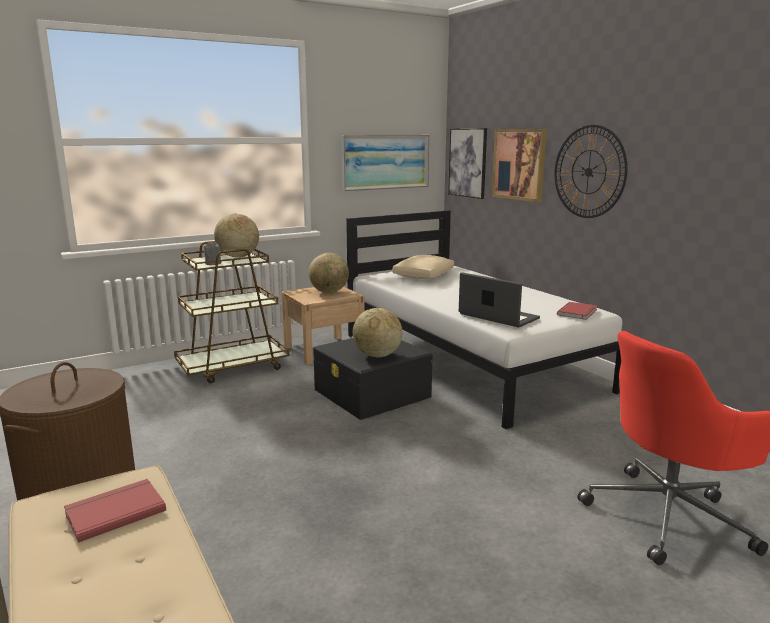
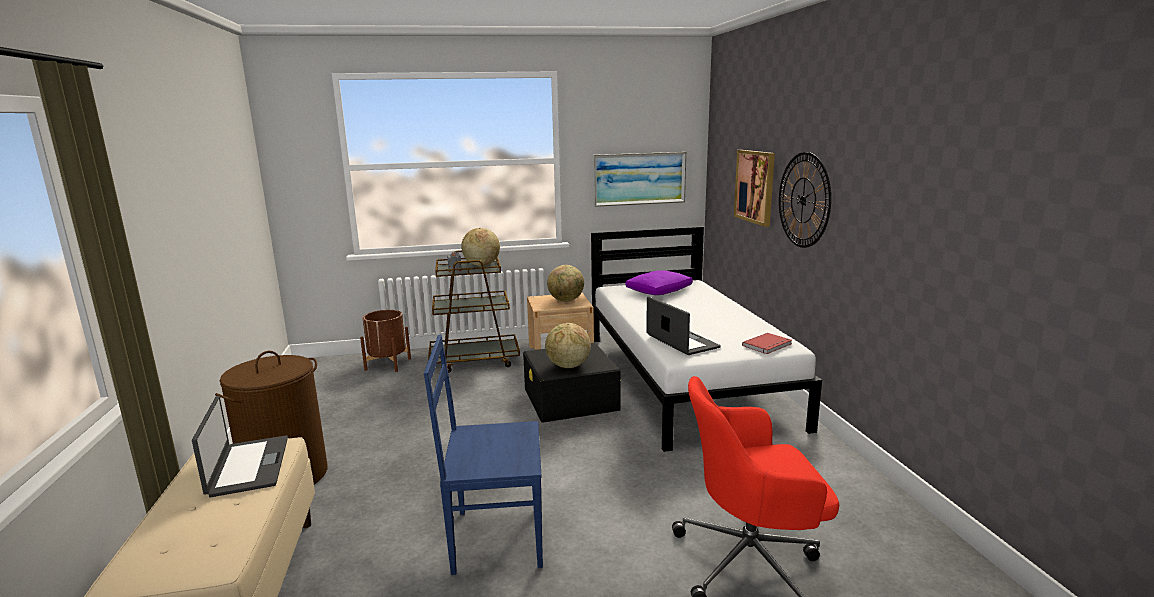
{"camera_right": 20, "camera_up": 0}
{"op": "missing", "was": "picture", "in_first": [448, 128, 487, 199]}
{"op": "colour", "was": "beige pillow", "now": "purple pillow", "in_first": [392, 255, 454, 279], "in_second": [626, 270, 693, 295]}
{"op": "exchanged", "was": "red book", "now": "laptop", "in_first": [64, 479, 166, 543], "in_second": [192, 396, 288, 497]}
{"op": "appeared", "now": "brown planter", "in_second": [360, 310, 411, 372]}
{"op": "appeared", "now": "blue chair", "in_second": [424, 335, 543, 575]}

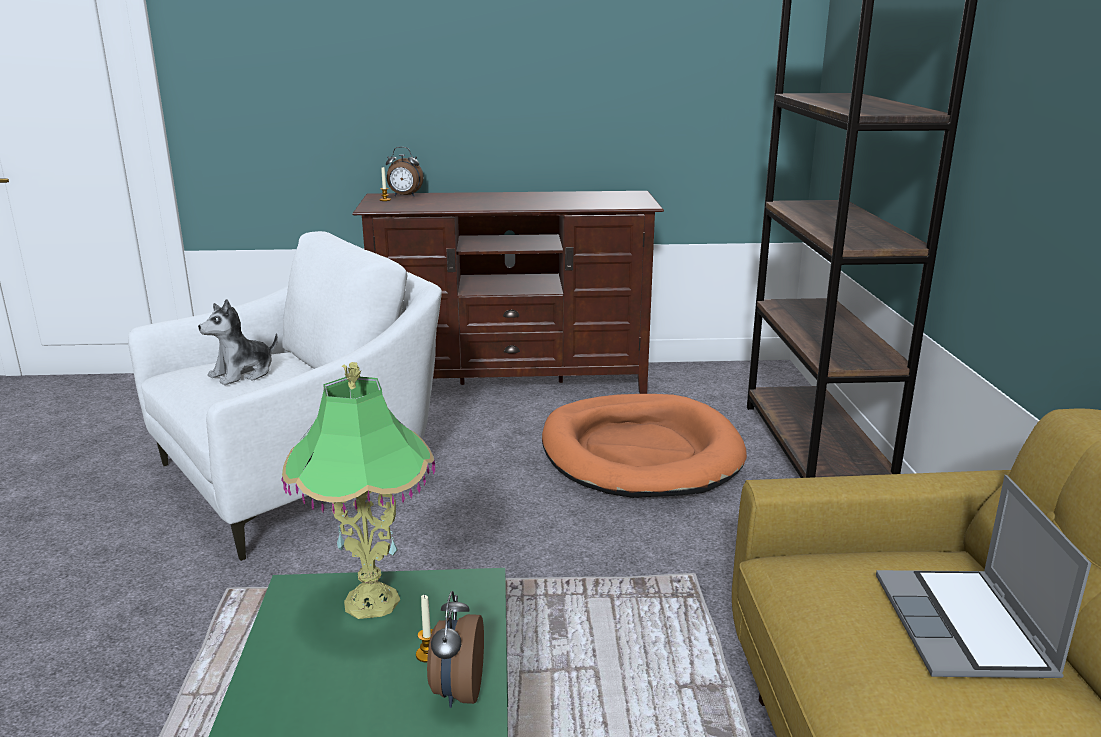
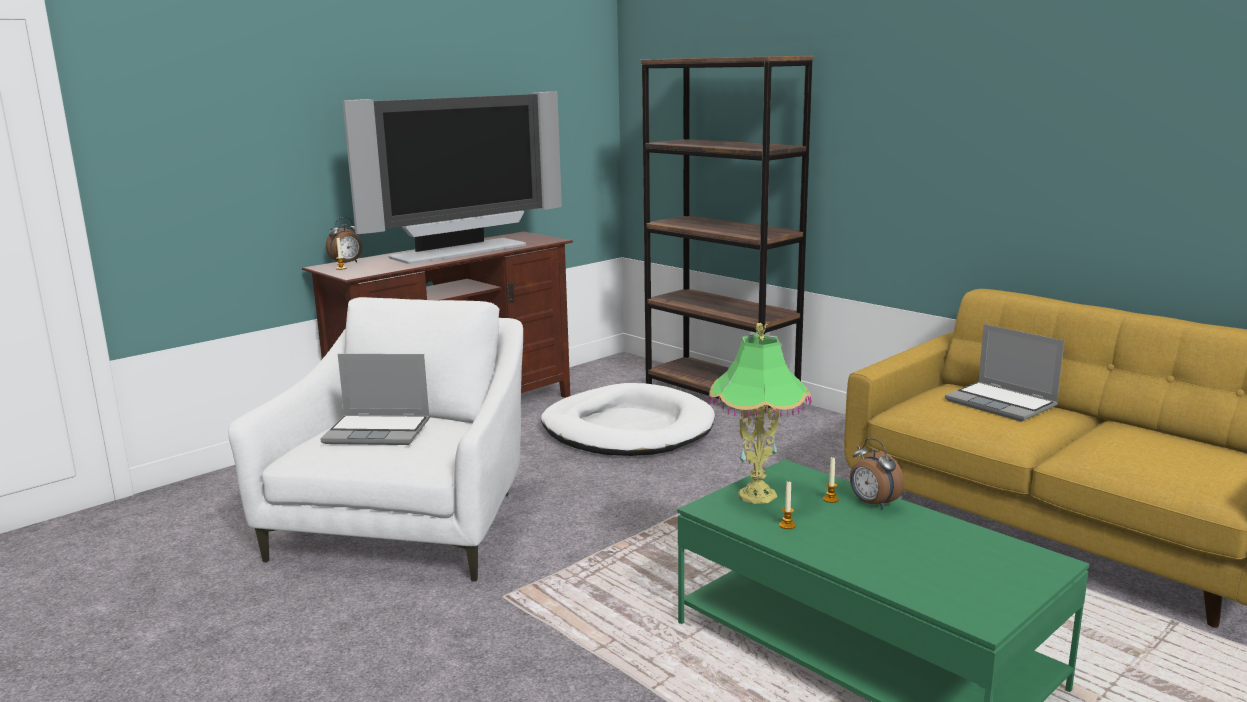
{"camera_right": -40, "camera_up": -5}
{"op": "exchanged", "was": "plush toy", "now": "laptop", "in_first": [198, 299, 278, 385], "in_second": [320, 354, 430, 445]}
{"op": "colour", "was": "orange dog bed", "now": "white dog bed", "in_first": [542, 394, 747, 498], "in_second": [541, 383, 715, 456]}
{"op": "appeared", "now": "television", "in_second": [342, 92, 562, 264]}
{"op": "appeared", "now": "candle", "in_second": [779, 481, 796, 529]}

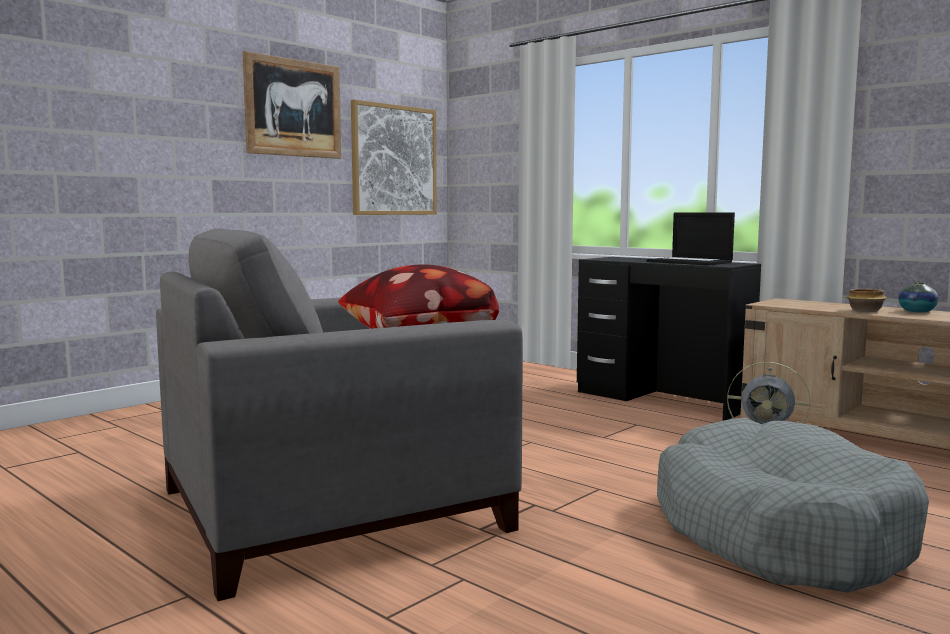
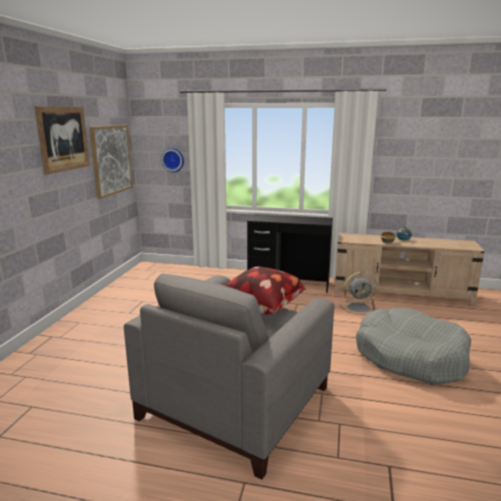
{"camera_right": -30, "camera_up": 10}
{"op": "missing", "was": "laptop", "in_first": [647, 212, 735, 265]}
{"op": "appeared", "now": "wall clock", "in_second": [161, 148, 184, 172]}

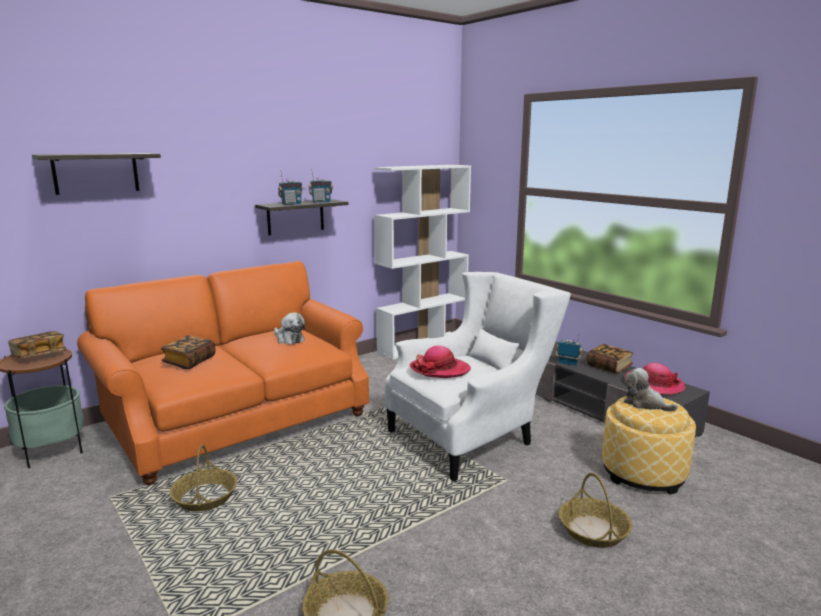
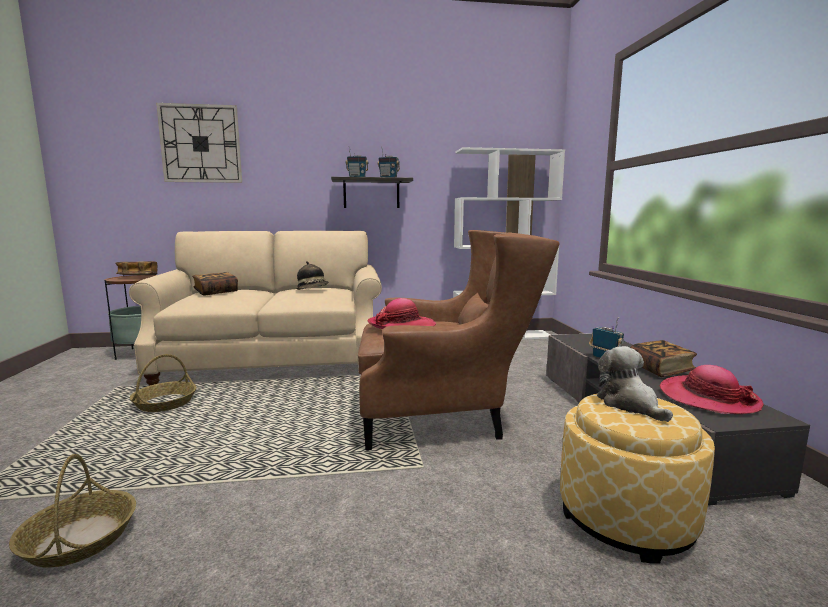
{"camera_right": 30, "camera_up": -5}
{"op": "exchanged", "was": "shelf", "now": "wall clock", "in_first": [32, 153, 161, 195], "in_second": [156, 103, 242, 183]}
{"op": "colour", "was": "orange sofa", "now": "beige sofa", "in_first": [77, 261, 369, 485], "in_second": [129, 231, 382, 385]}
{"op": "colour", "was": "white armchair", "now": "brown armchair", "in_first": [385, 272, 571, 482], "in_second": [358, 230, 560, 450]}
{"op": "exchanged", "was": "plush toy", "now": "hat", "in_first": [274, 312, 305, 345], "in_second": [296, 261, 328, 290]}
{"op": "missing", "was": "basket", "in_first": [559, 473, 632, 548]}

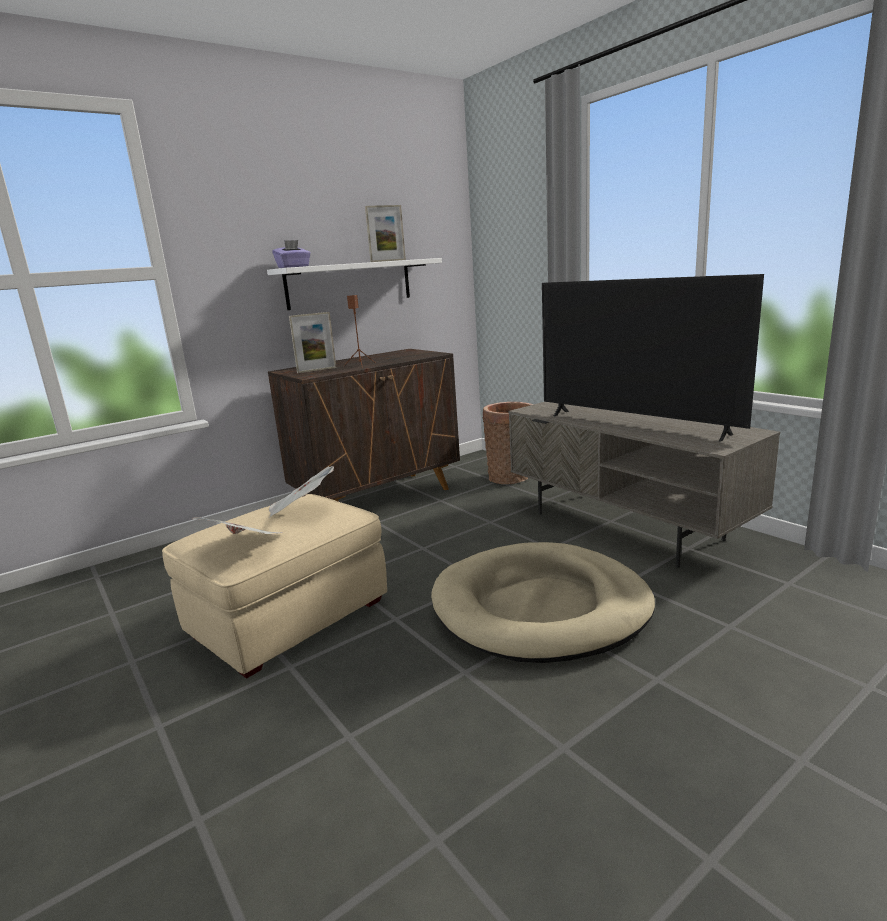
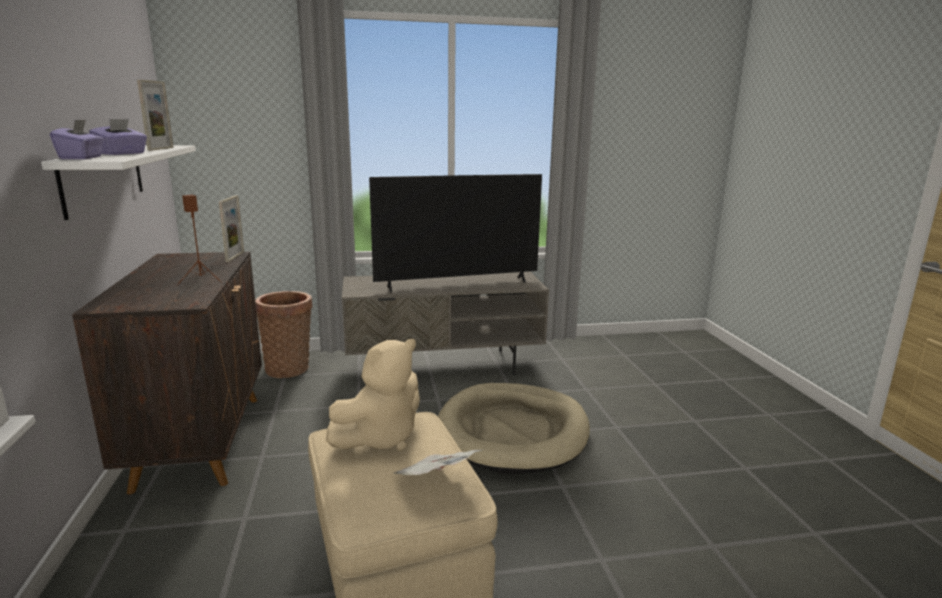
{"camera_right": -65, "camera_up": 0}
{"op": "relocated", "was": "picture frame", "in_first": [289, 312, 337, 373], "in_second": [219, 195, 244, 262]}
{"op": "exchanged", "was": "newspaper", "now": "beige plush toy", "in_first": [269, 466, 334, 517], "in_second": [326, 339, 420, 451]}
{"op": "appeared", "now": "purple tissue box", "in_second": [89, 119, 147, 155]}

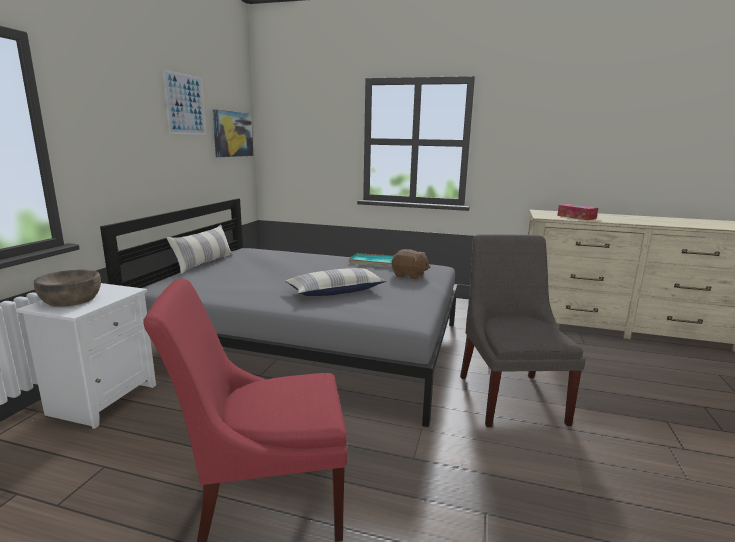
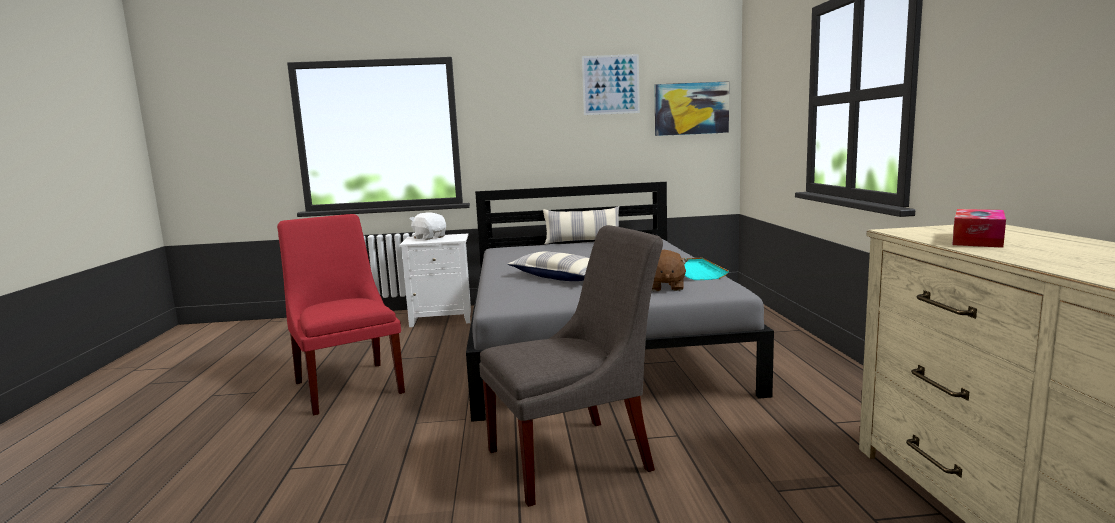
{"camera_right": 70, "camera_up": -5}
{"op": "exchanged", "was": "brown bowl", "now": "white plush toy", "in_first": [34, 270, 101, 307], "in_second": [410, 212, 446, 240]}

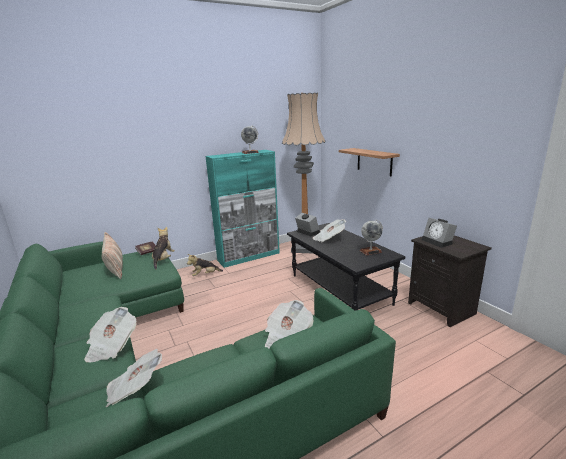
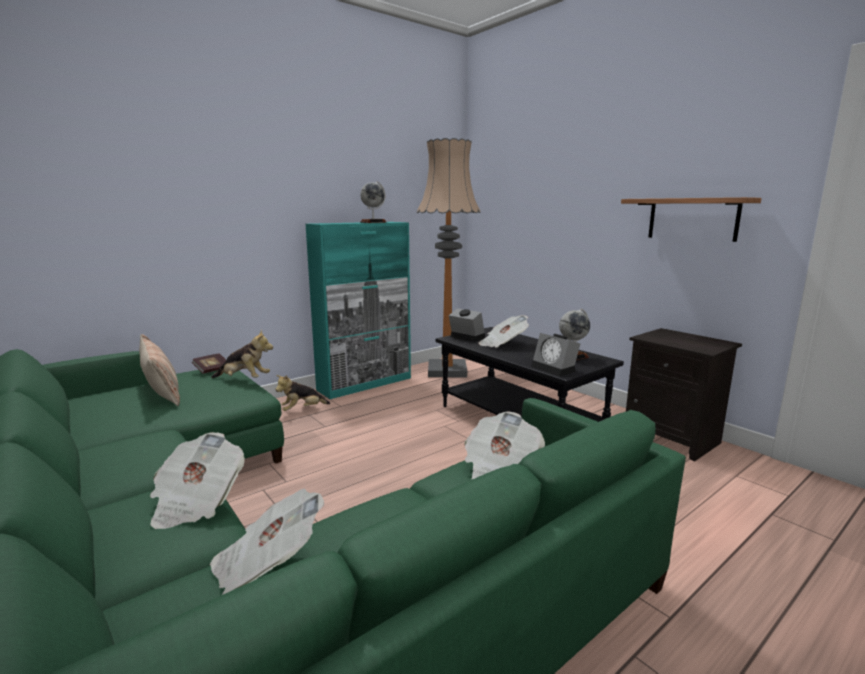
{"camera_right": -10, "camera_up": -5}
{"op": "relocated", "was": "shelf", "in_first": [339, 148, 400, 176], "in_second": [621, 197, 762, 242]}
{"op": "relocated", "was": "alarm clock", "in_first": [422, 218, 457, 248], "in_second": [531, 333, 581, 377]}
{"op": "spun", "was": "plush toy", "in_first": [152, 227, 175, 270], "in_second": [211, 330, 273, 378], "clockwise": 105}

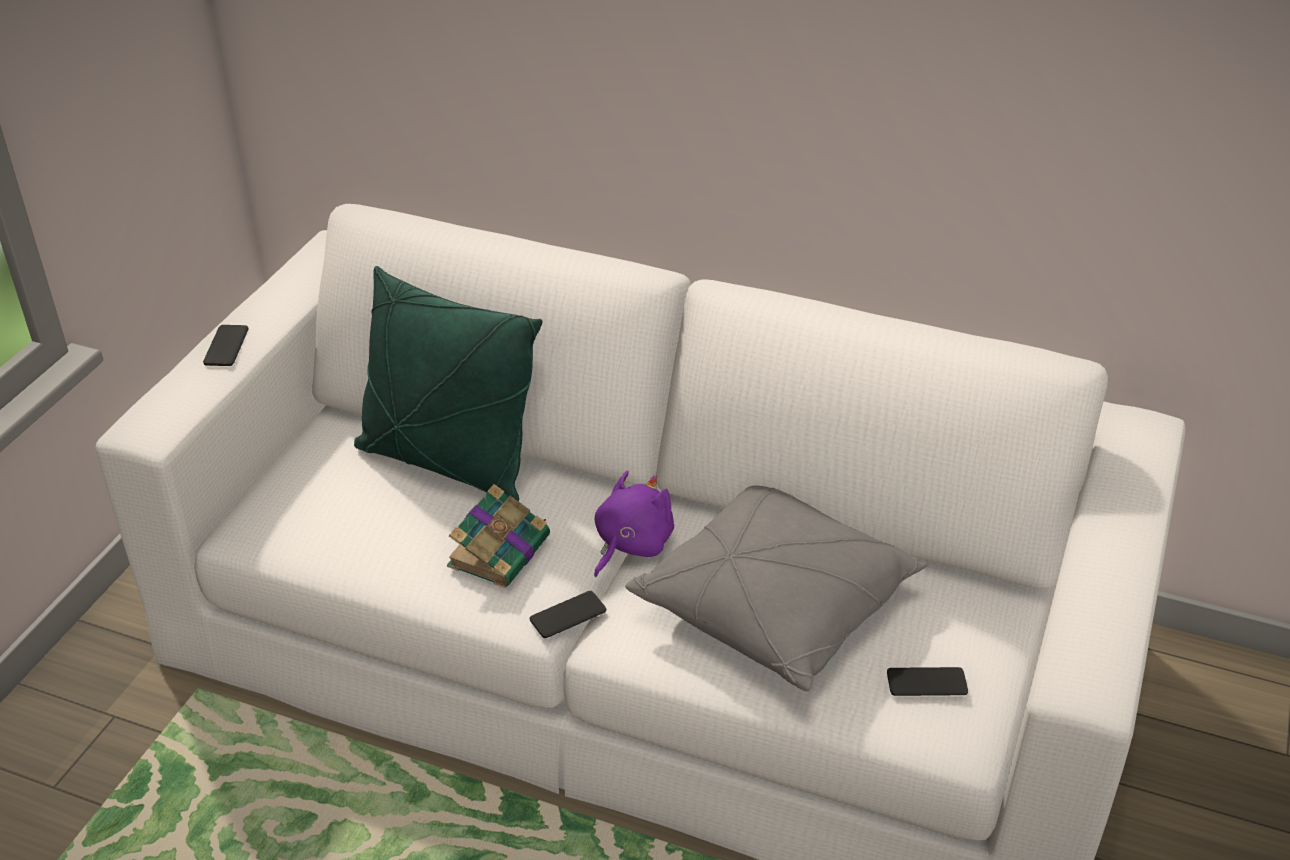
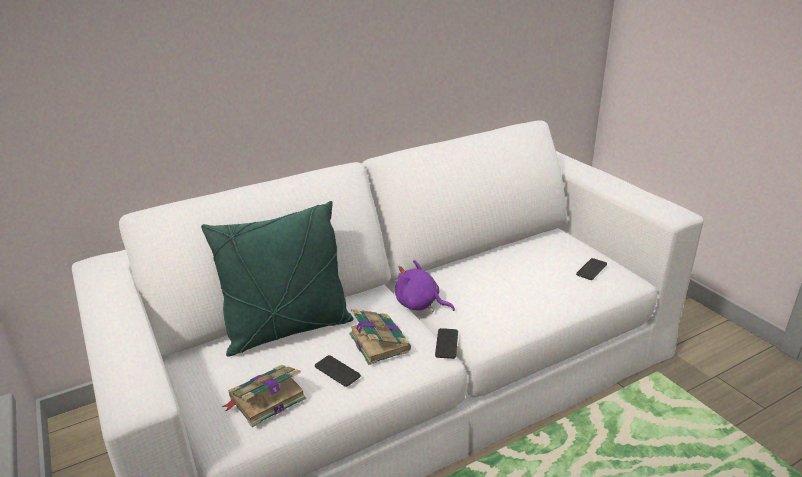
{"camera_right": -50, "camera_up": -10}
{"op": "relocated", "was": "phone", "in_first": [203, 325, 248, 366], "in_second": [315, 355, 361, 387]}
{"op": "spun", "was": "purple plush toy", "in_first": [594, 470, 674, 577], "in_second": [395, 260, 455, 312], "clockwise": -45}
{"op": "missing", "was": "grey pillow", "in_first": [625, 486, 927, 691]}
{"op": "appeared", "now": "book", "in_second": [222, 365, 306, 427]}

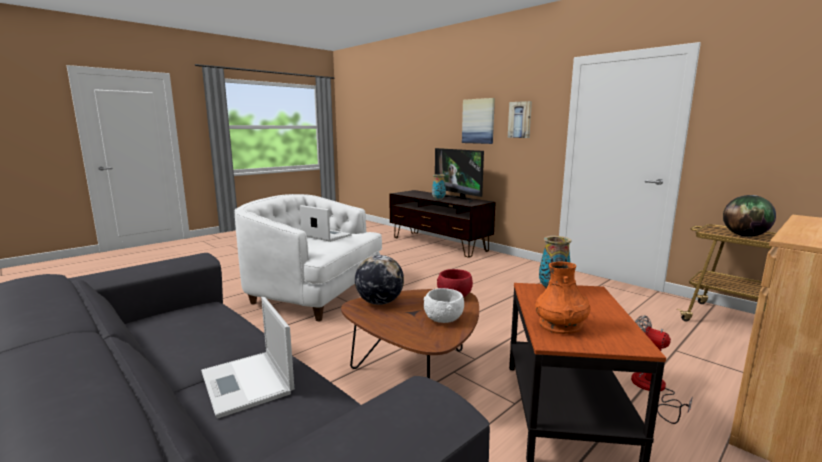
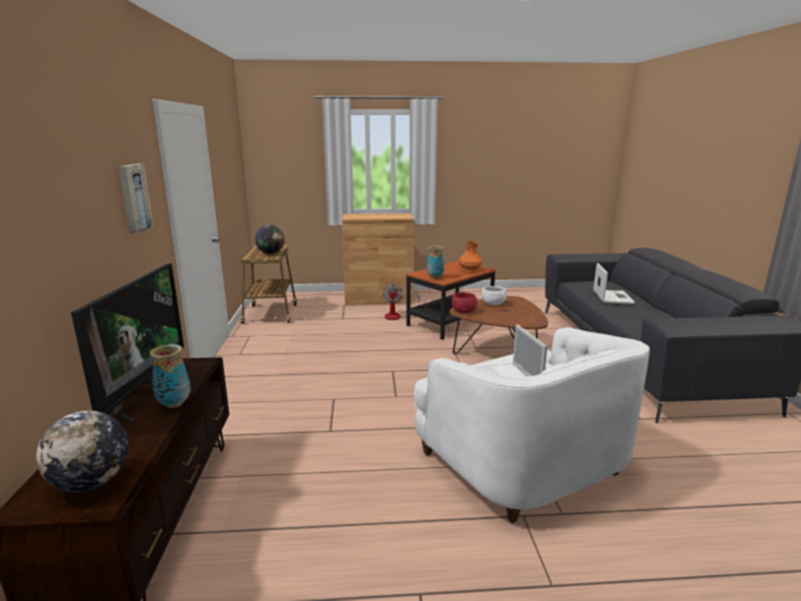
{"camera_right": -140, "camera_up": 5}
{"op": "missing", "was": "picture", "in_first": [462, 98, 495, 144]}
{"op": "relocated", "was": "globe", "in_first": [355, 255, 404, 305], "in_second": [36, 411, 128, 492]}

